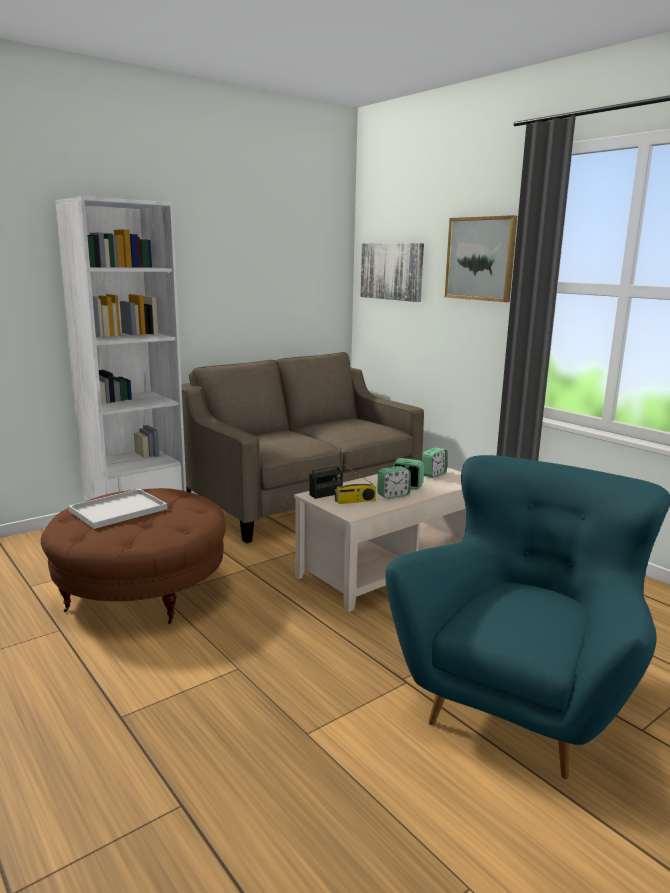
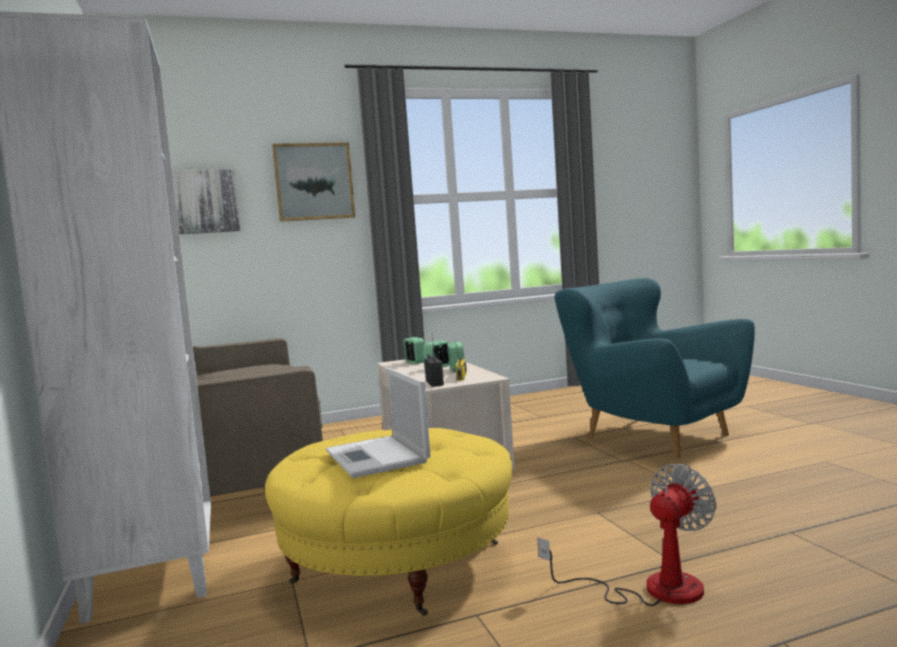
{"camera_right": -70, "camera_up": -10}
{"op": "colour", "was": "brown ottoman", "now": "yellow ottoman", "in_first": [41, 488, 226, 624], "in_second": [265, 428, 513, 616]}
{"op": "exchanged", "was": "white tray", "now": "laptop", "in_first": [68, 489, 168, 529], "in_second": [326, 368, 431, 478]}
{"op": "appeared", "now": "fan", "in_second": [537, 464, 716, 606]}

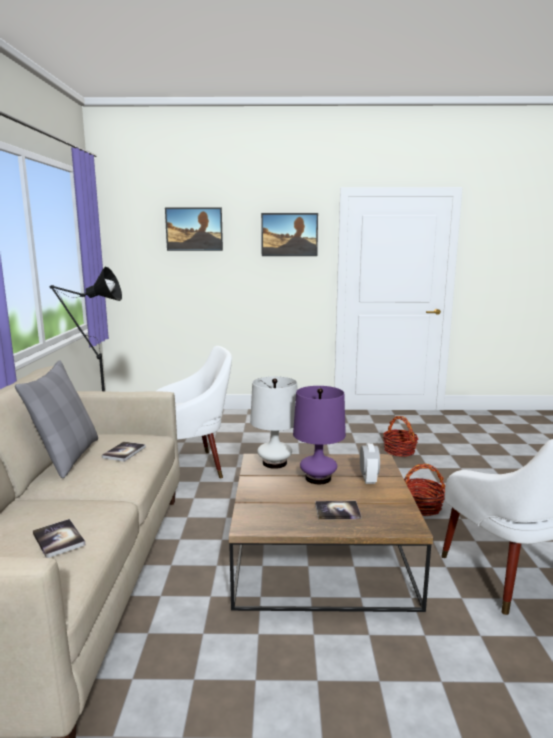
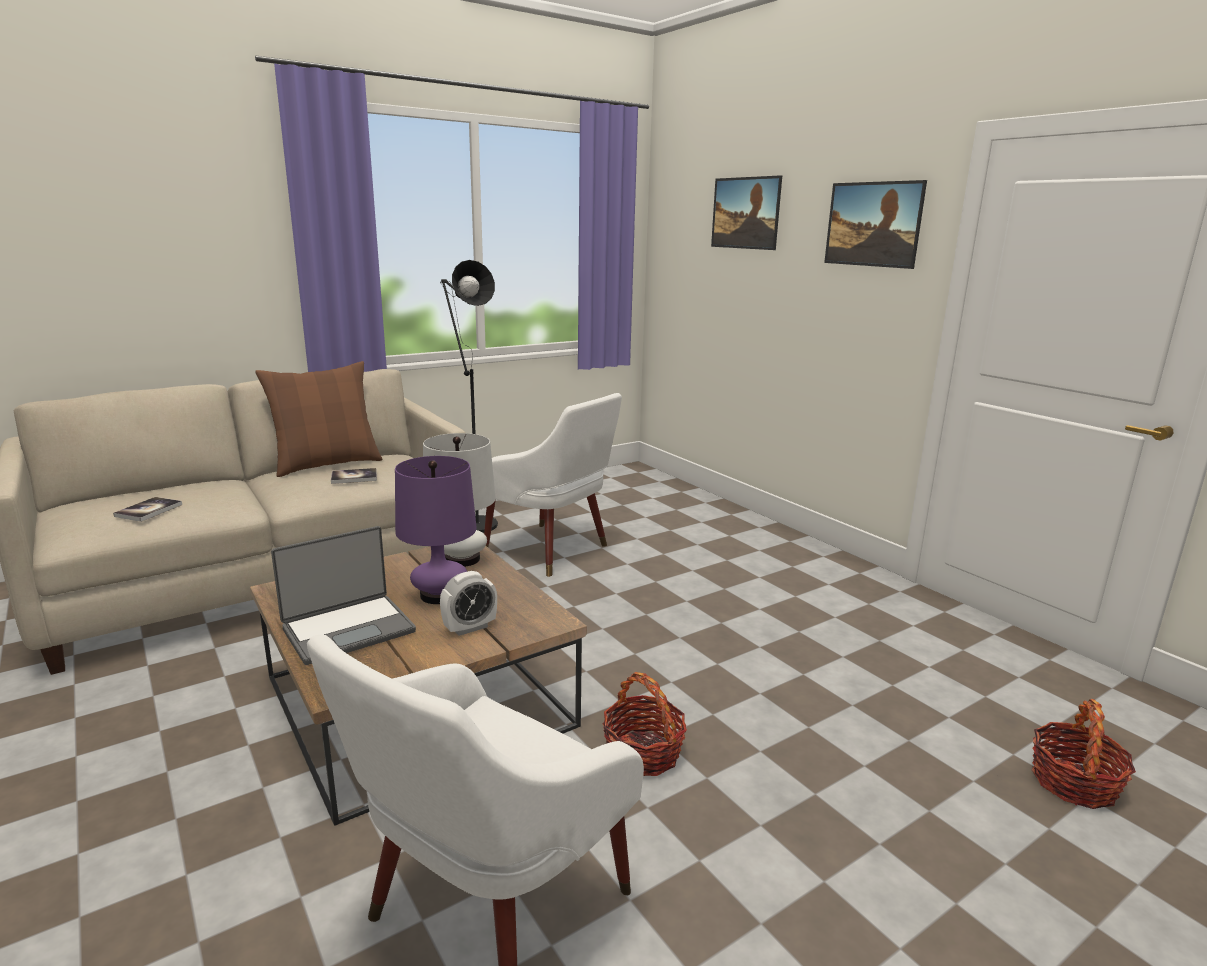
{"camera_right": 55, "camera_up": 5}
{"op": "colour", "was": "grey pillow", "now": "brown pillow", "in_first": [15, 360, 98, 478], "in_second": [255, 361, 383, 477]}
{"op": "relocated", "was": "basket", "in_first": [383, 416, 418, 457], "in_second": [1031, 699, 1136, 809]}
{"op": "exchanged", "was": "book", "now": "laptop", "in_first": [315, 501, 361, 520], "in_second": [271, 526, 416, 665]}

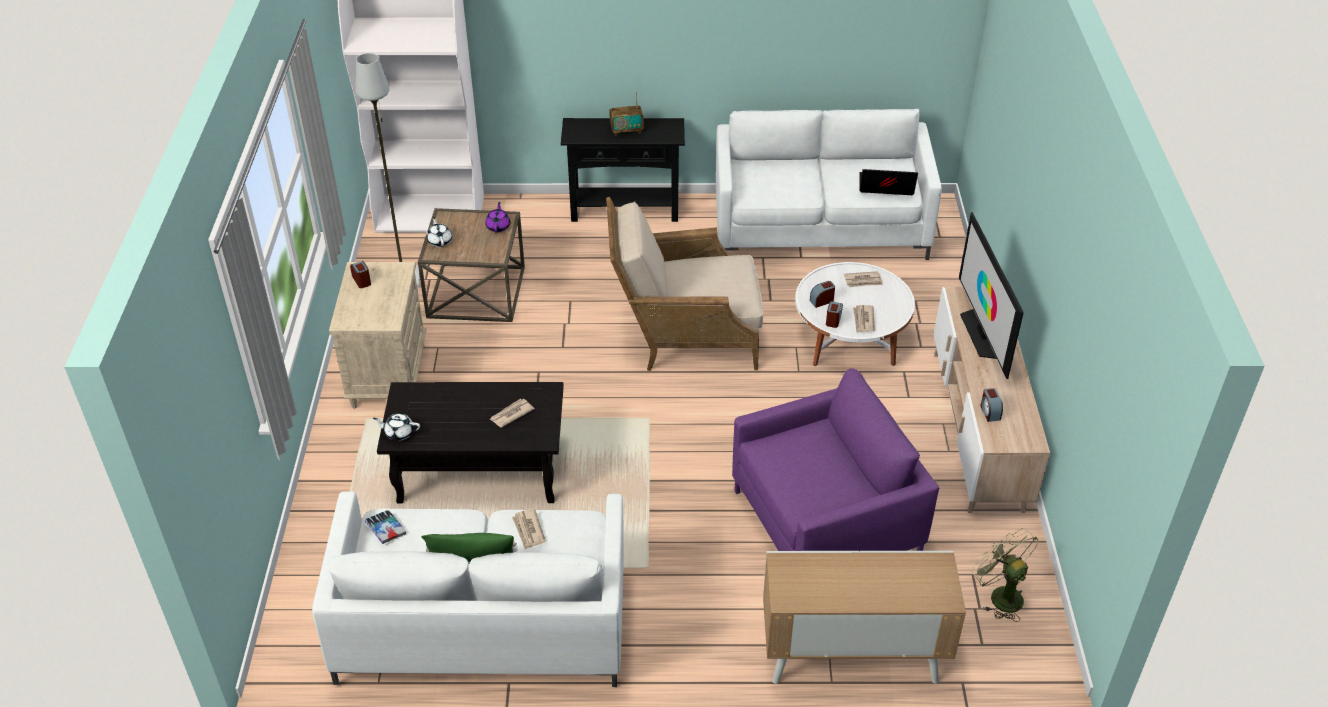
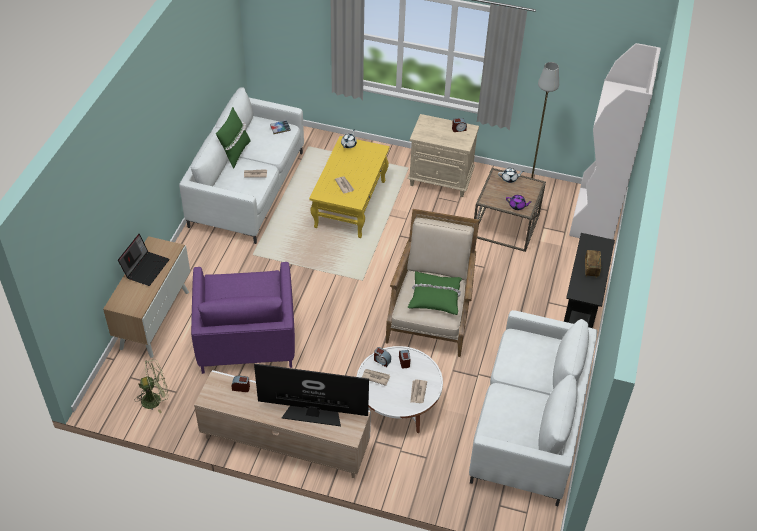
{"camera_right": 105, "camera_up": 5}
{"op": "relocated", "was": "laptop", "in_first": [860, 169, 918, 195], "in_second": [118, 234, 170, 286]}
{"op": "colour", "was": "black coffee table", "now": "yellow coffee table", "in_first": [377, 382, 564, 503], "in_second": [309, 136, 390, 238]}
{"op": "appeared", "now": "green pillow", "in_second": [408, 271, 462, 315]}

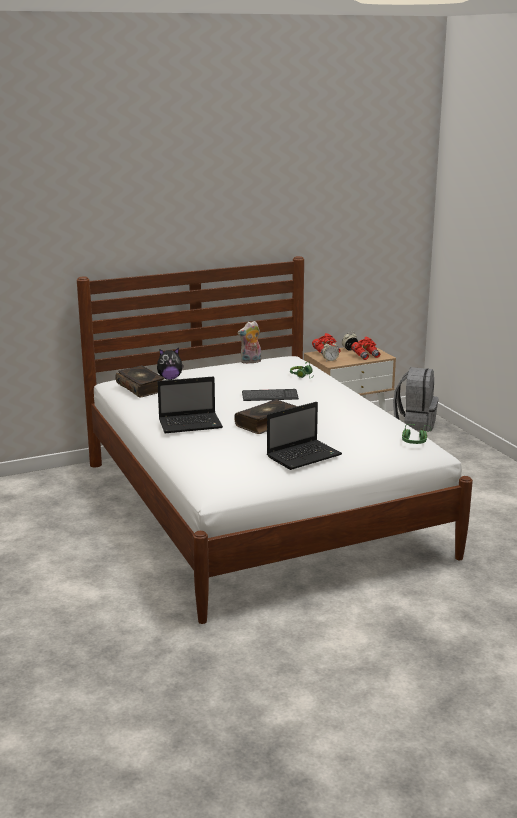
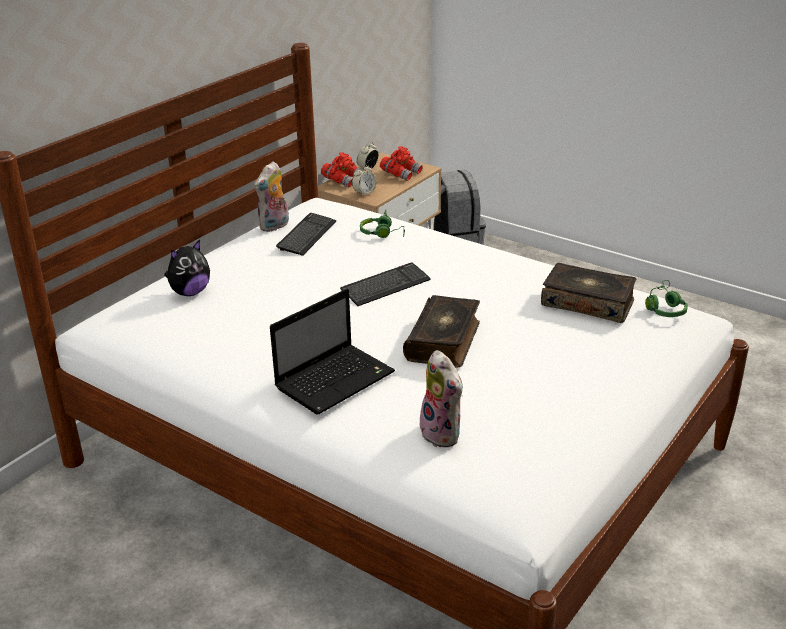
{"camera_right": -30, "camera_up": 10}
{"op": "relocated", "was": "book", "in_first": [115, 365, 164, 398], "in_second": [541, 263, 636, 323]}
{"op": "missing", "was": "laptop", "in_first": [267, 402, 342, 470]}
{"op": "appeared", "now": "keyboard", "in_second": [276, 213, 336, 256]}
{"op": "appeared", "now": "plush toy", "in_second": [420, 350, 463, 447]}

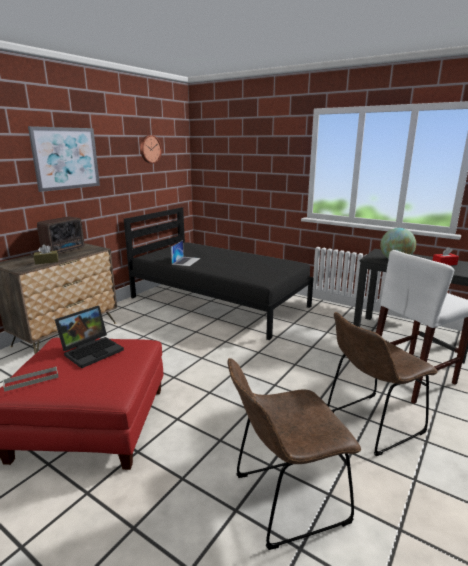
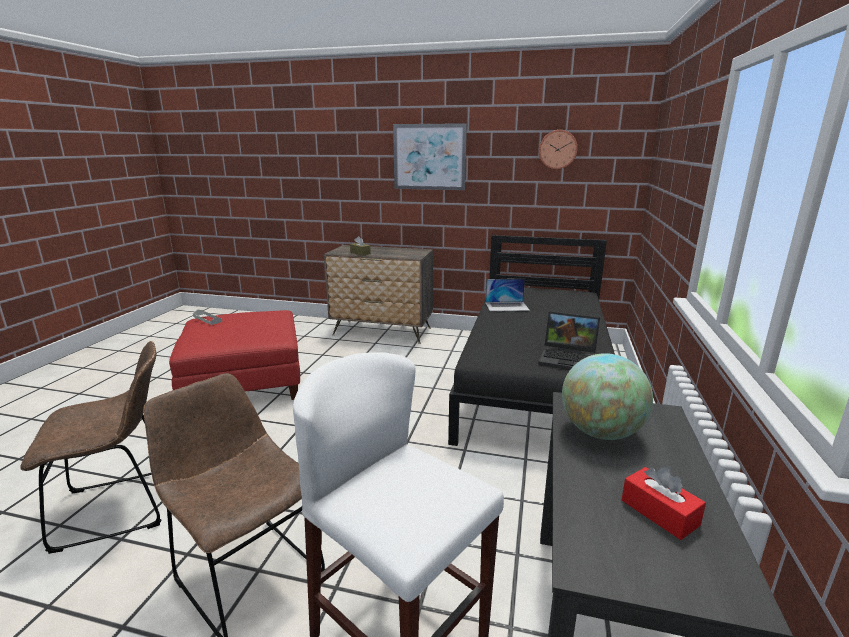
{"camera_right": 70, "camera_up": 0}
{"op": "missing", "was": "radio", "in_first": [37, 217, 84, 254]}
{"op": "relocated", "was": "laptop", "in_first": [55, 306, 124, 368], "in_second": [538, 311, 600, 370]}
{"op": "spun", "was": "brown chair", "in_first": [227, 358, 361, 550], "in_second": [20, 341, 161, 554], "clockwise": 105}

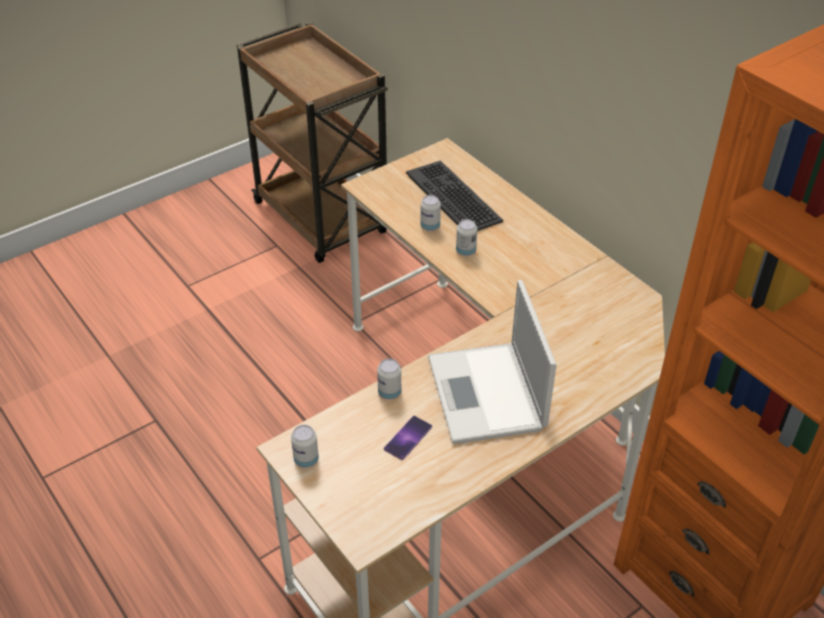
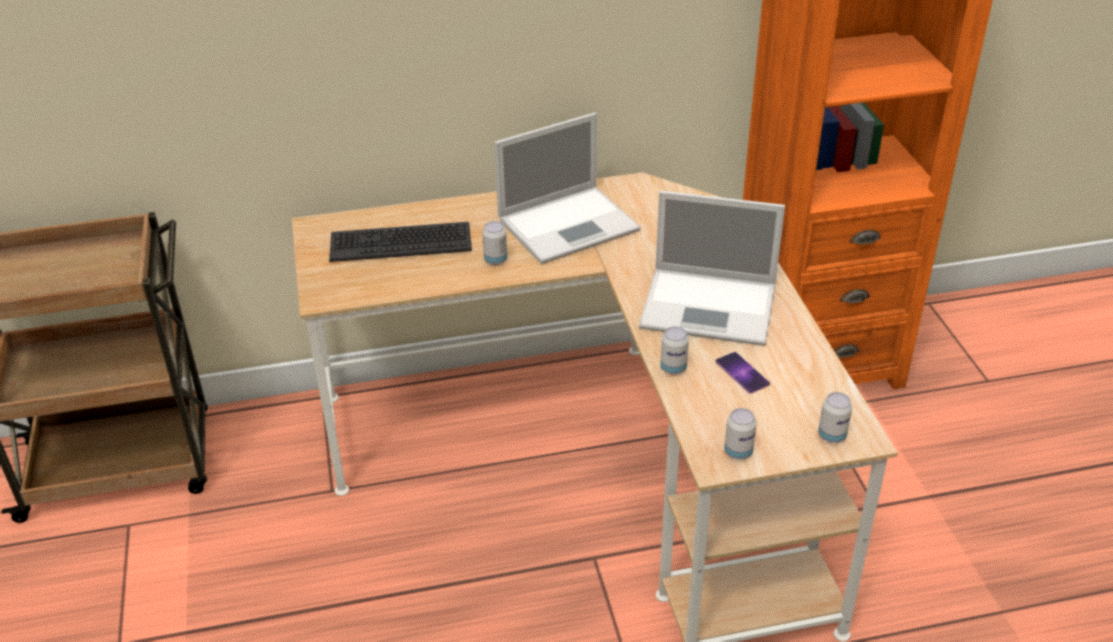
{"camera_right": -65, "camera_up": -5}
{"op": "relocated", "was": "can", "in_first": [421, 195, 441, 231], "in_second": [818, 392, 852, 443]}
{"op": "appeared", "now": "laptop", "in_second": [494, 113, 641, 264]}

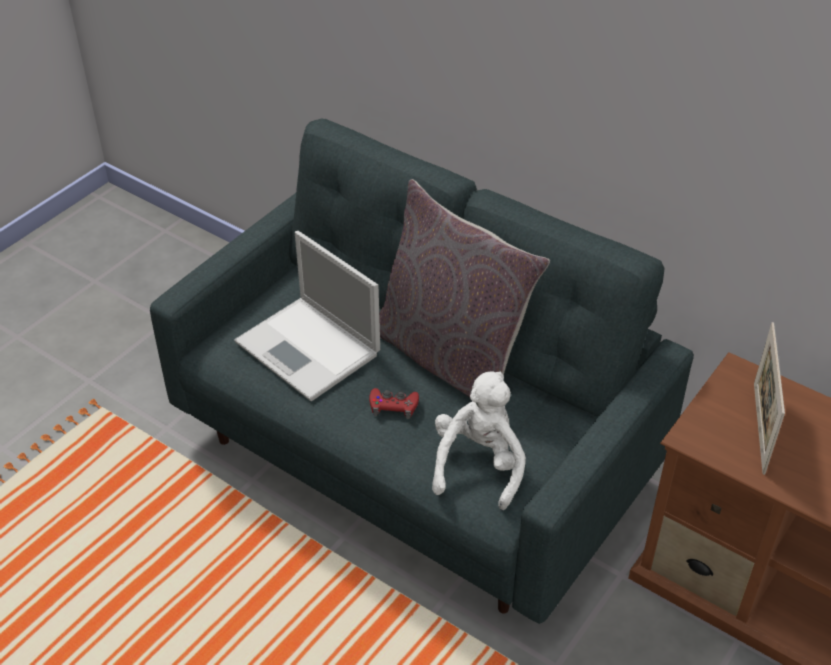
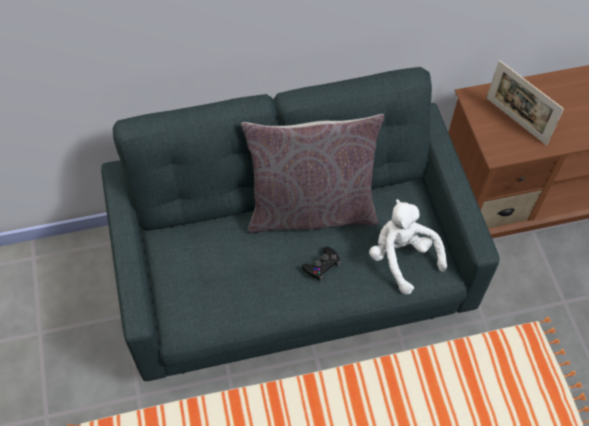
{"camera_right": -50, "camera_up": 15}
{"op": "missing", "was": "laptop", "in_first": [234, 231, 380, 401]}
{"op": "colour", "was": "red game controller", "now": "black game controller", "in_first": [369, 388, 419, 419], "in_second": [302, 246, 341, 281]}

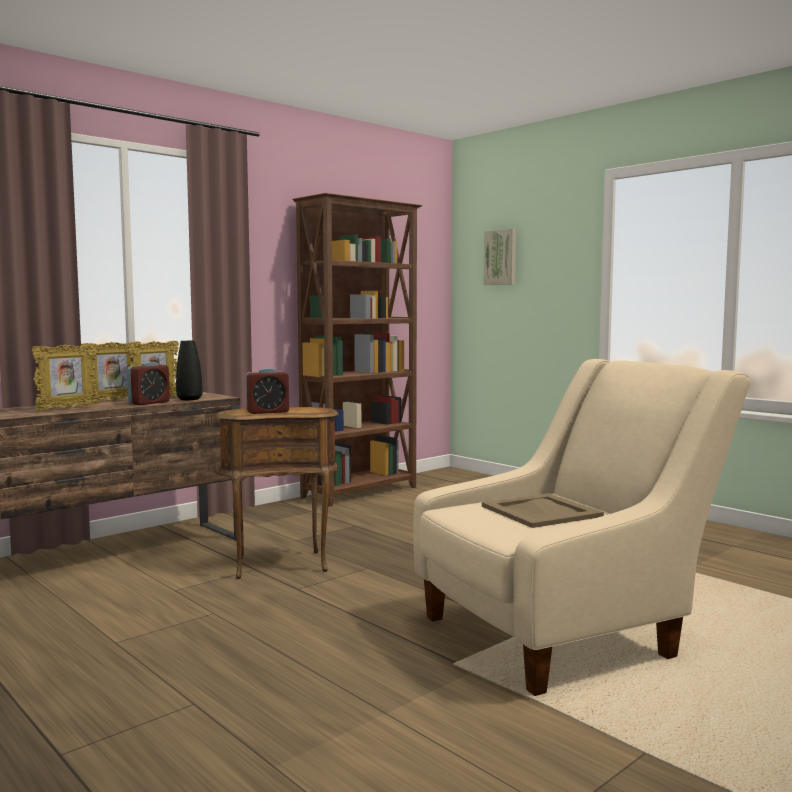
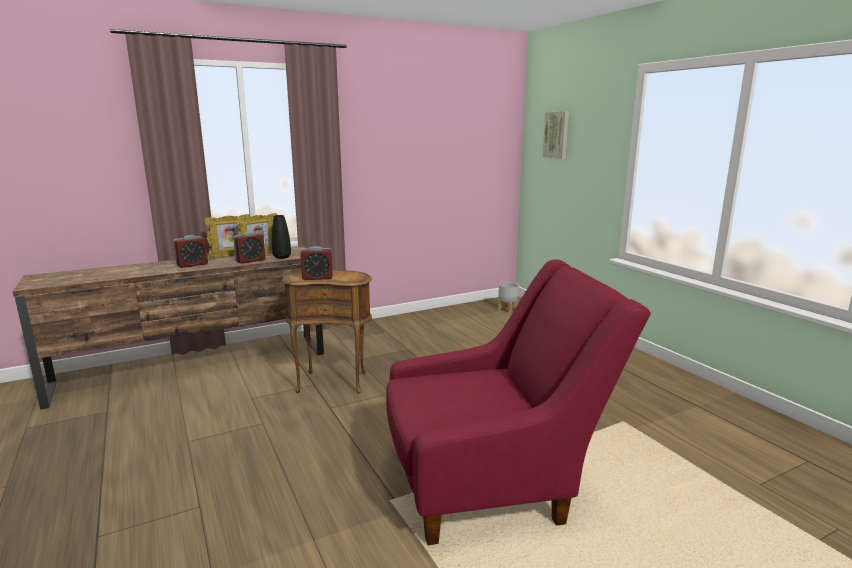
{"camera_right": 15, "camera_up": 10}
{"op": "missing", "was": "brown bookcase", "in_first": [292, 193, 422, 507]}
{"op": "exchanged", "was": "picture frame", "now": "alarm clock", "in_first": [32, 344, 100, 411], "in_second": [173, 235, 208, 268]}
{"op": "colour", "was": "beige armchair", "now": "red armchair", "in_first": [413, 359, 751, 696], "in_second": [386, 259, 651, 545]}
{"op": "missing", "was": "beige tray", "in_first": [482, 493, 604, 528]}
{"op": "appeared", "now": "grey planter", "in_second": [498, 282, 519, 313]}

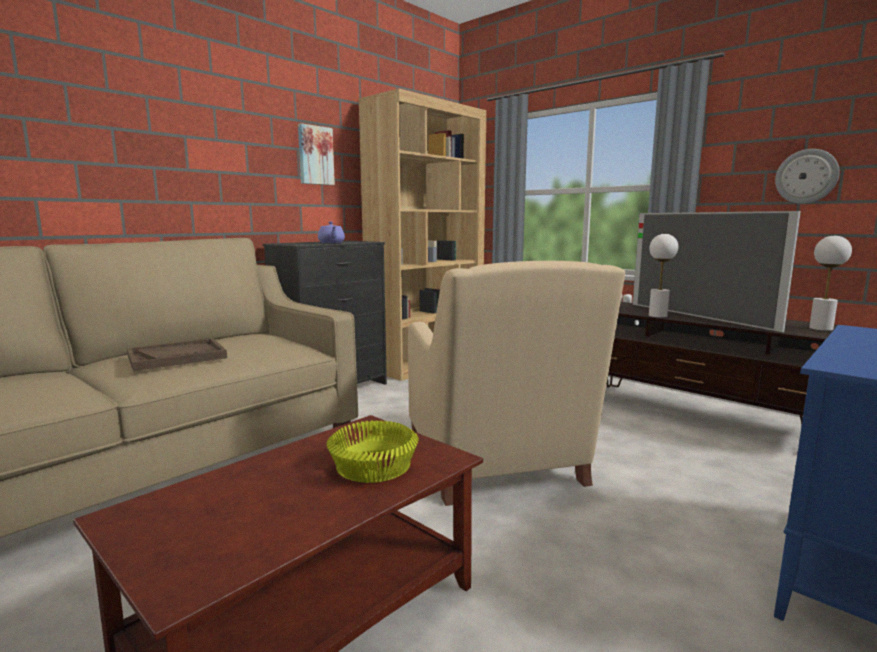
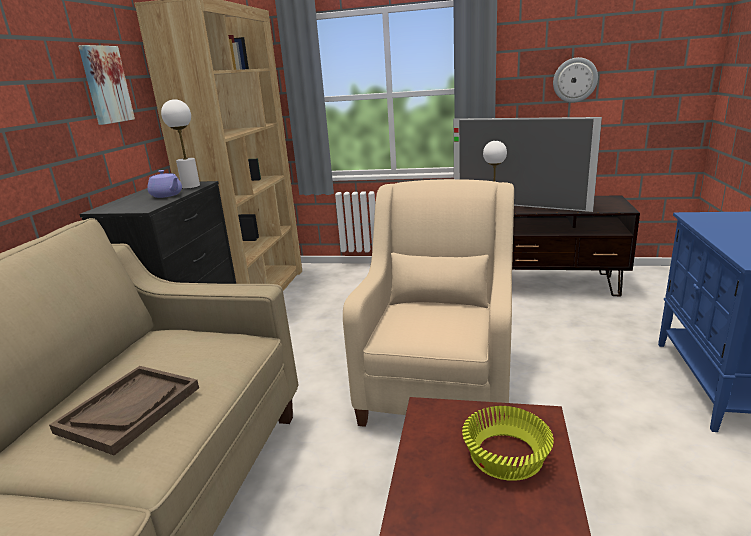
{"camera_right": -30, "camera_up": 10}
{"op": "relocated", "was": "white table lamp", "in_first": [809, 236, 852, 331], "in_second": [161, 99, 200, 189]}
{"op": "spun", "was": "beige armchair", "in_first": [408, 261, 625, 506], "in_second": [343, 179, 514, 427], "clockwise": -120}

